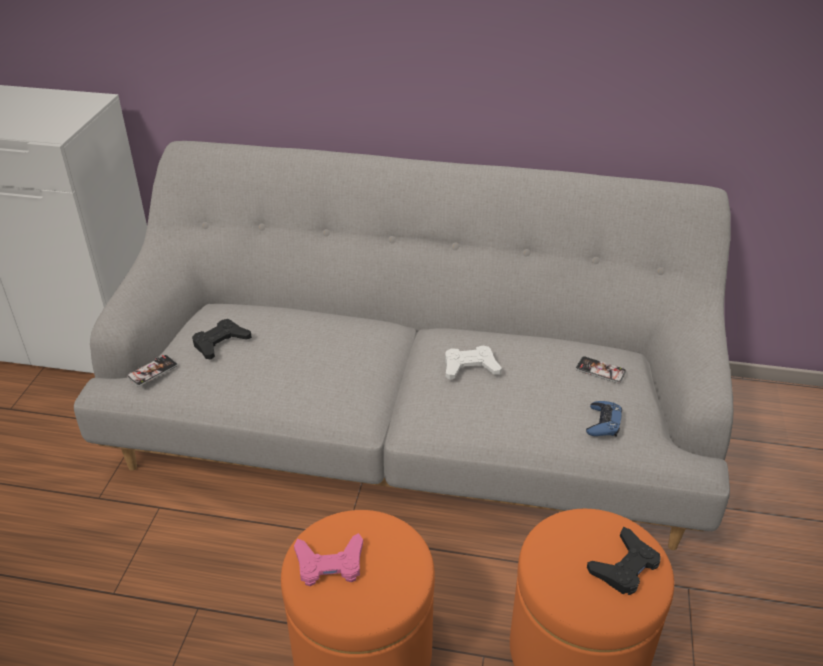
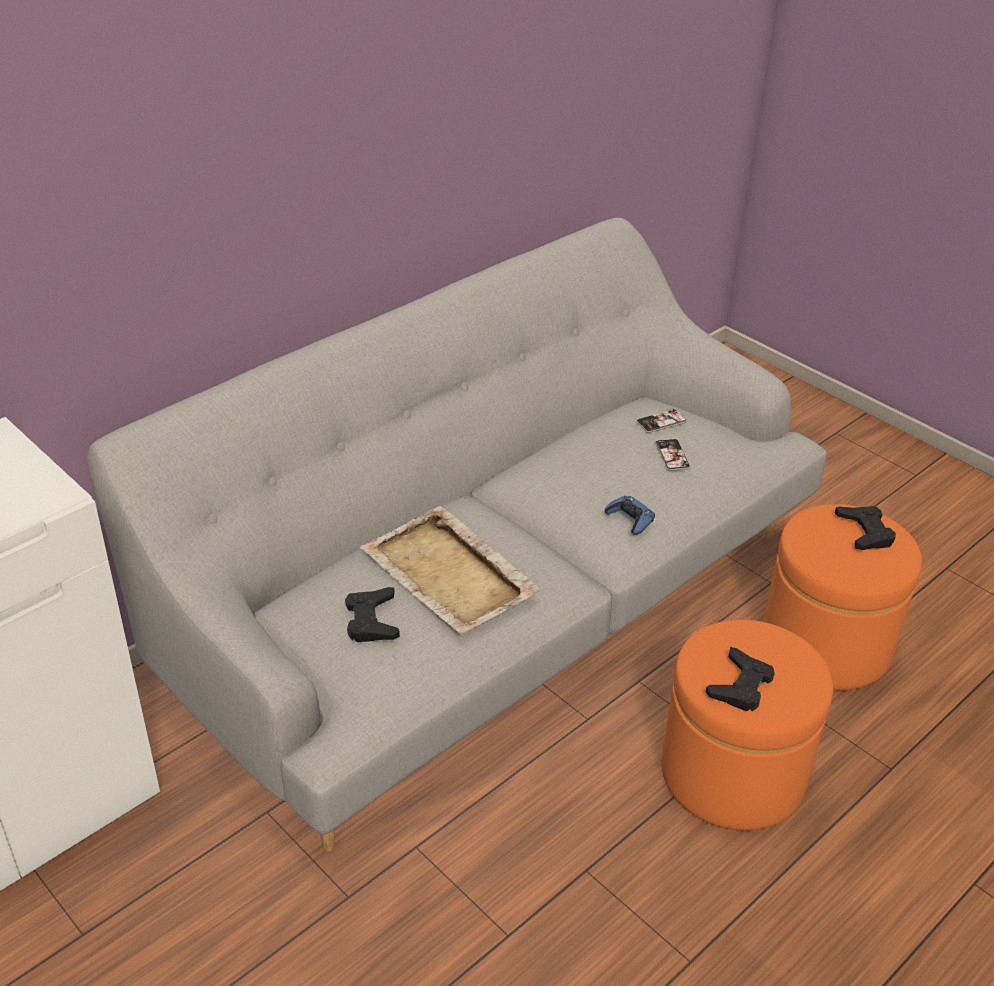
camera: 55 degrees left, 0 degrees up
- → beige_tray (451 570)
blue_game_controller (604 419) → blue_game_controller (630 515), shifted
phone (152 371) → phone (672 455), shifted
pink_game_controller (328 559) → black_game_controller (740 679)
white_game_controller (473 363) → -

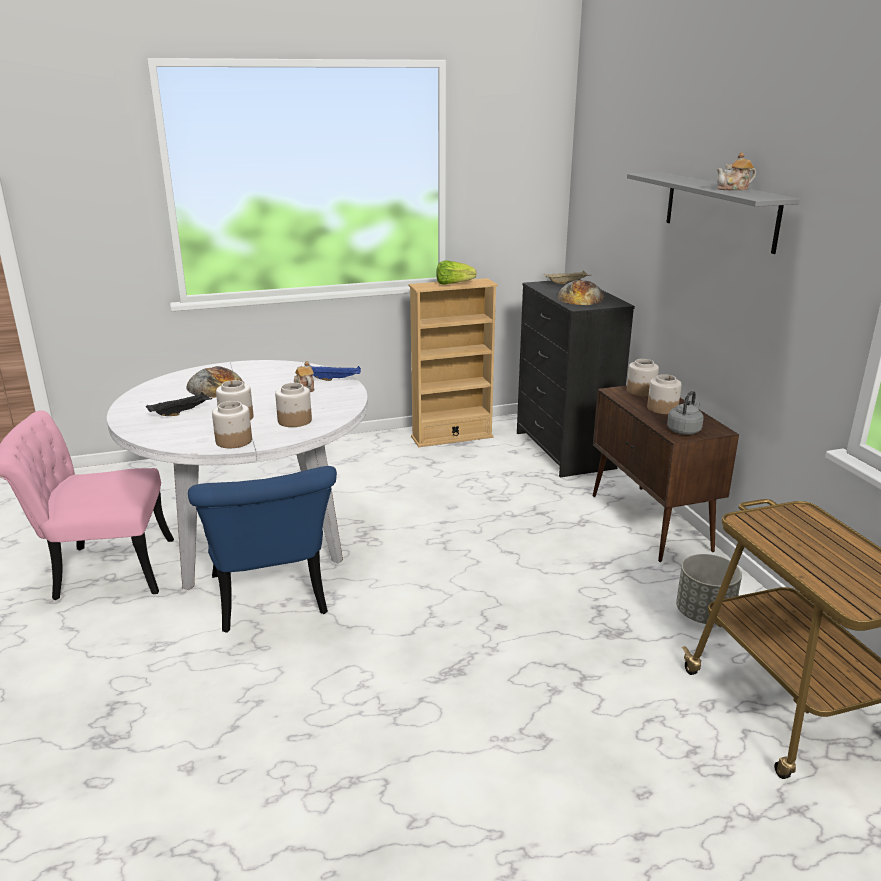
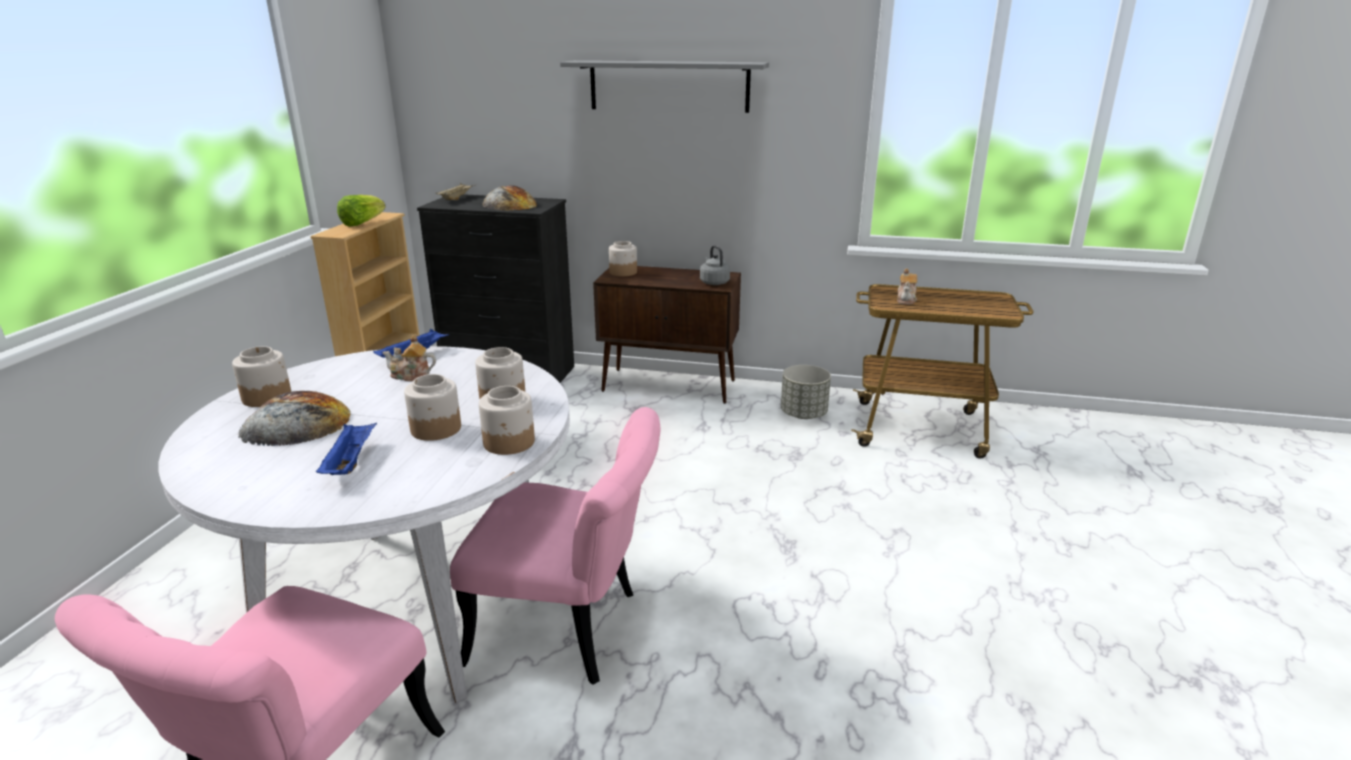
camera: 60 degrees left, 0 degrees up
jar (664 394) → jar (261 376), shifted
black_tray (179 404) → blue_tray (346 449)
blue_chair (262 549) → pink_chair (555 546)
teapot (736 171) → teapot (907 287), shifted

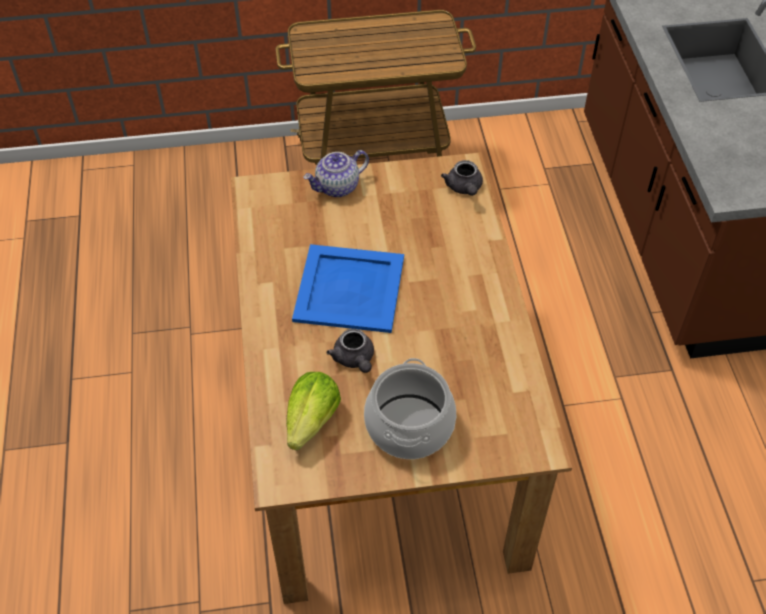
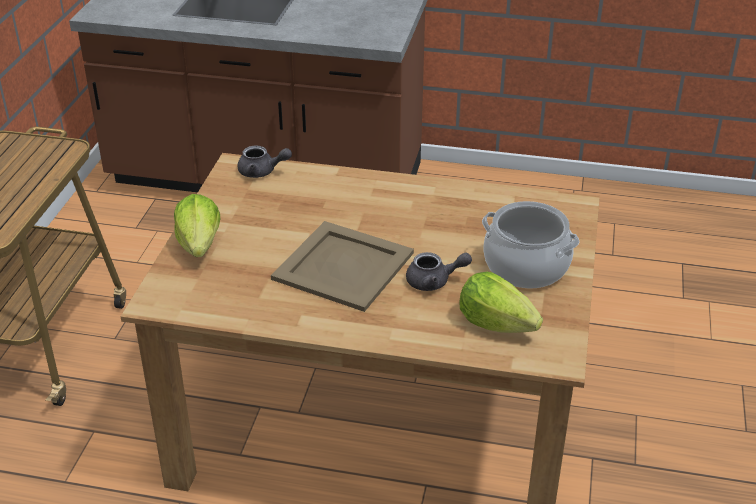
camera: 70 degrees left, 15 degrees down
teapot (336 173) → lettuce (197 225)
blue_tray (348 288) → beige_tray (342 266)

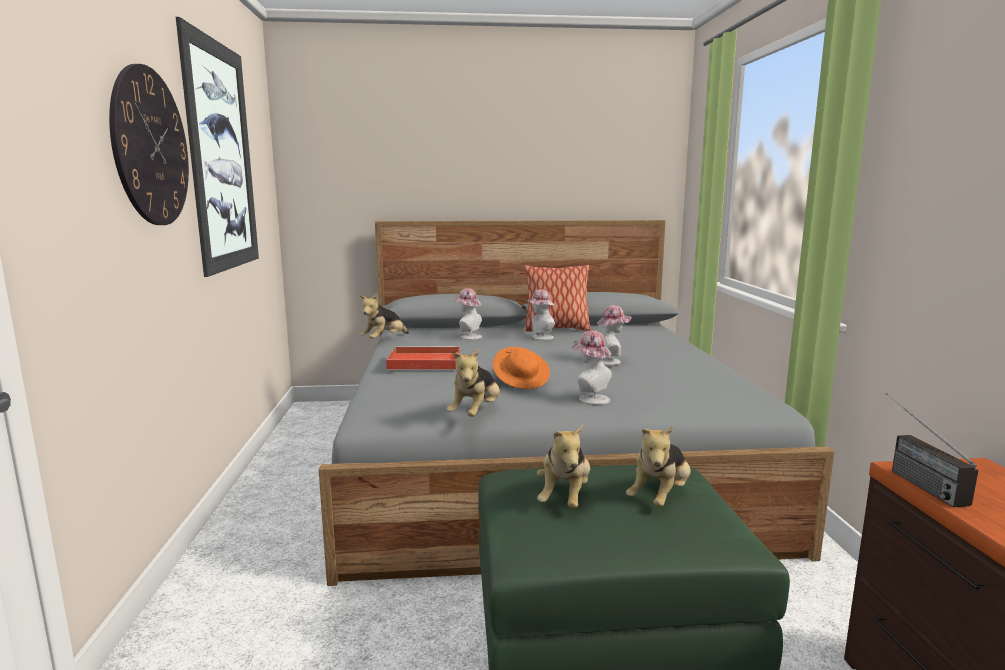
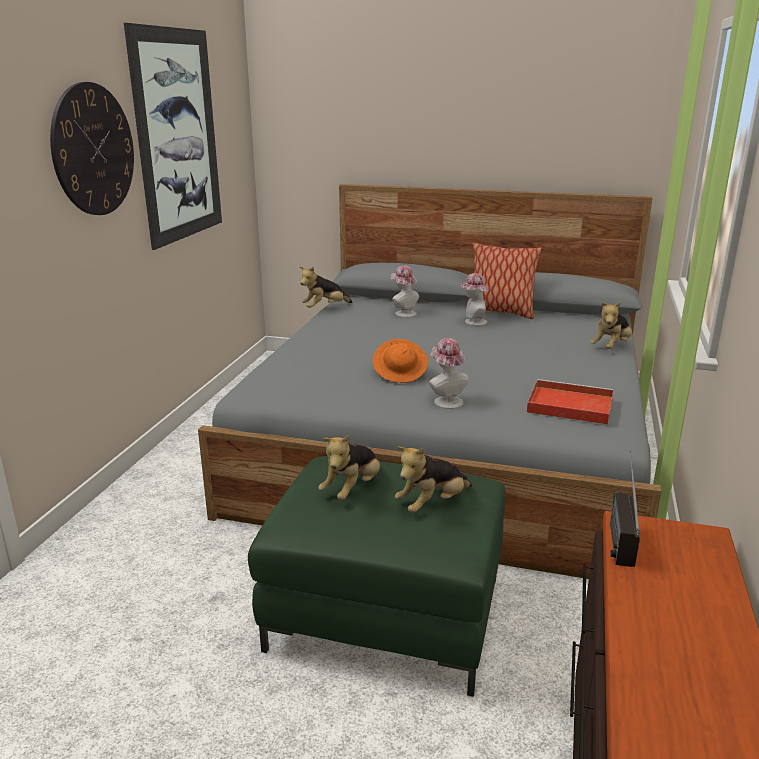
camera: 20 degrees right, 10 degrees up
red_tray (423 358) → red_tray (570 402), shifted
plush_toy (473 383) → plush_toy (611 325), shifted
hat (614 335) → -

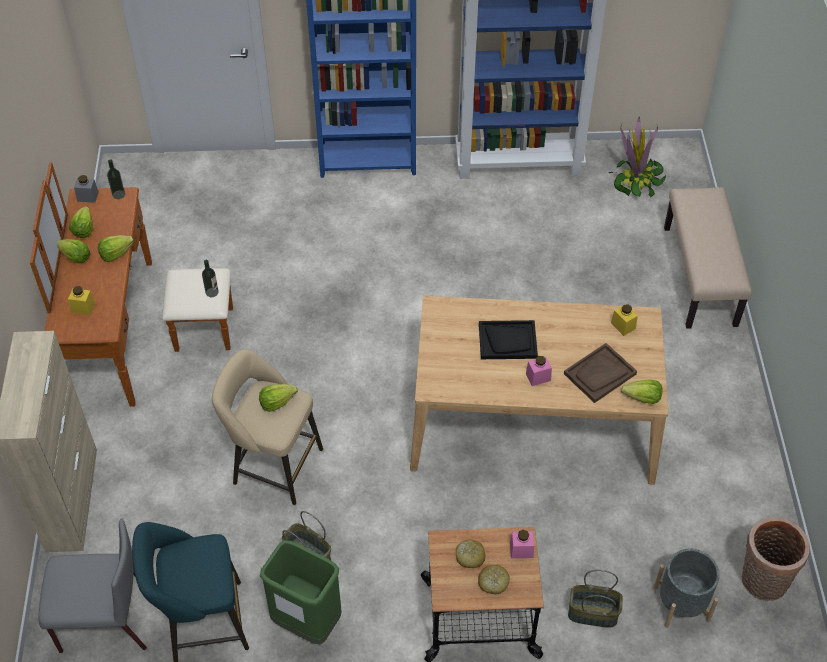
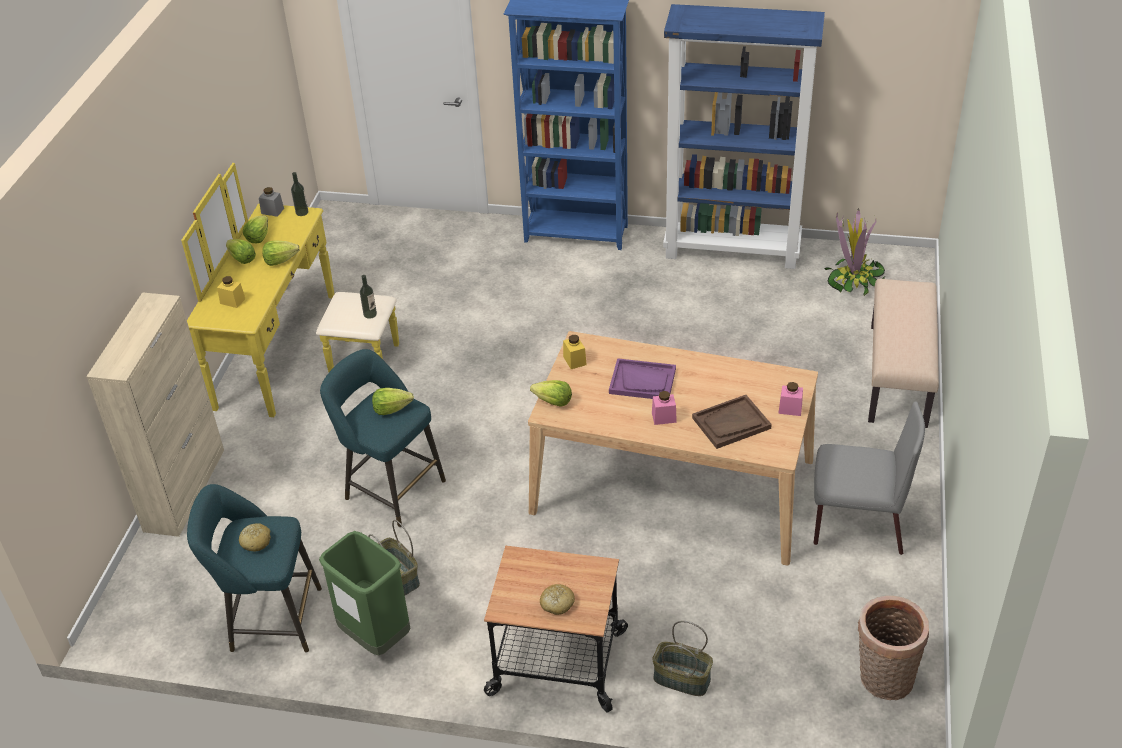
camera: 15 degrees right, 10 degrees down
brown_dresser (131 284) → yellow_dresser (290 290)
bread (470 554) → bread (255 537), shifted
beige_stool (267 427) → turquoise_stool (383 438)
lettuce (641 392) → lettuce (551 393), shifted
yellow_jar (624 320) → yellow_jar (575 352), shifted
black_tray (508 339) → purple_tray (642 378)
pink_jar (522 544) → pink_jar (790 399), shifted
grey_chair (92 585) → grey_chair (869 478), shifted
grey_planter (687 588) → -

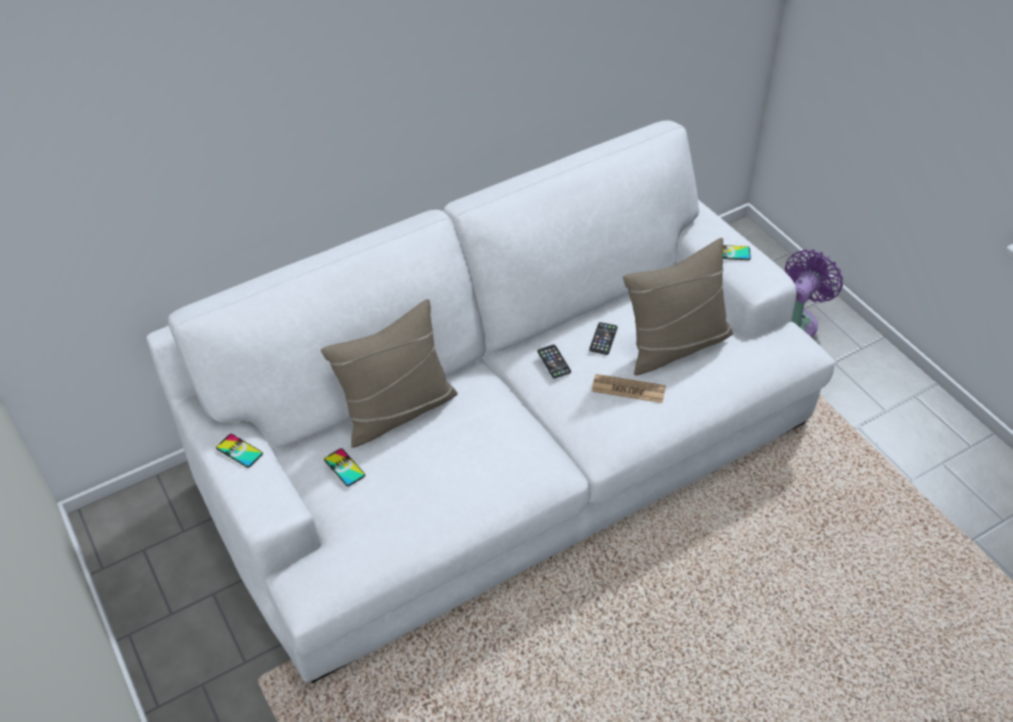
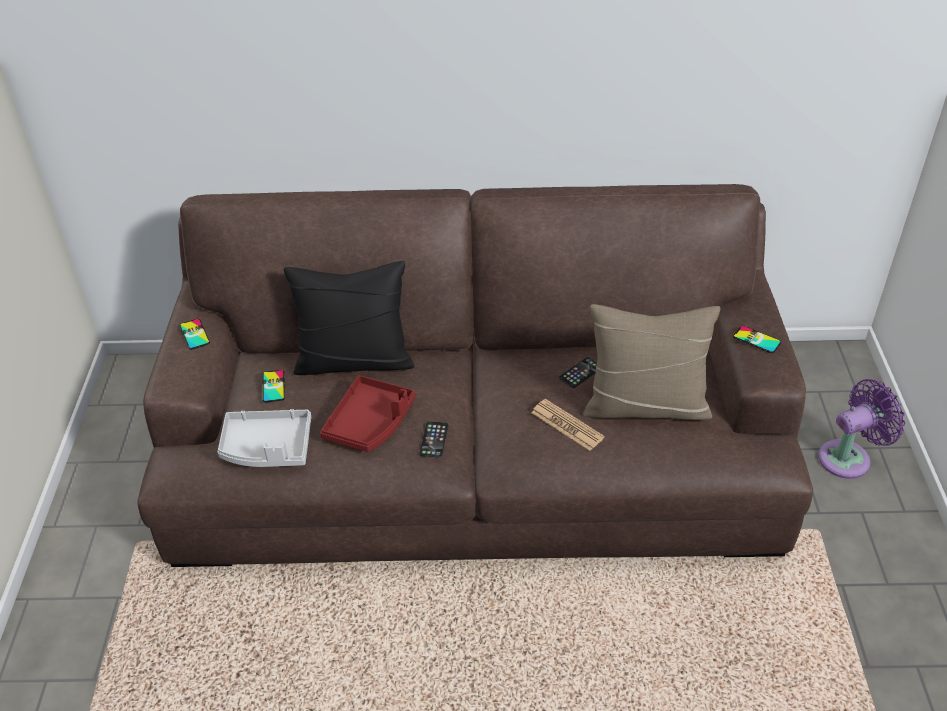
camera: 30 degrees right, 5 degrees down
white_sofa (490 402) → brown_sofa (475 375)
- → grey_tray (264 438)
beige_pillow (389 373) → black_pillow (349 318)
- → red_tray (367 413)
phone (554 361) → phone (434 439), shifted

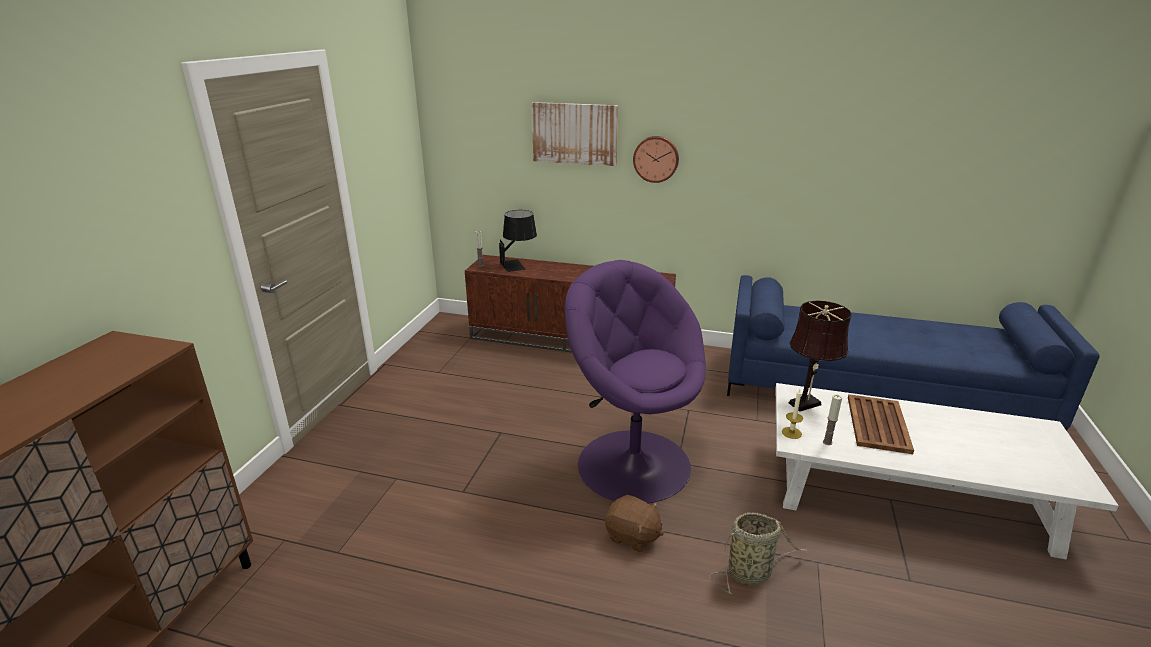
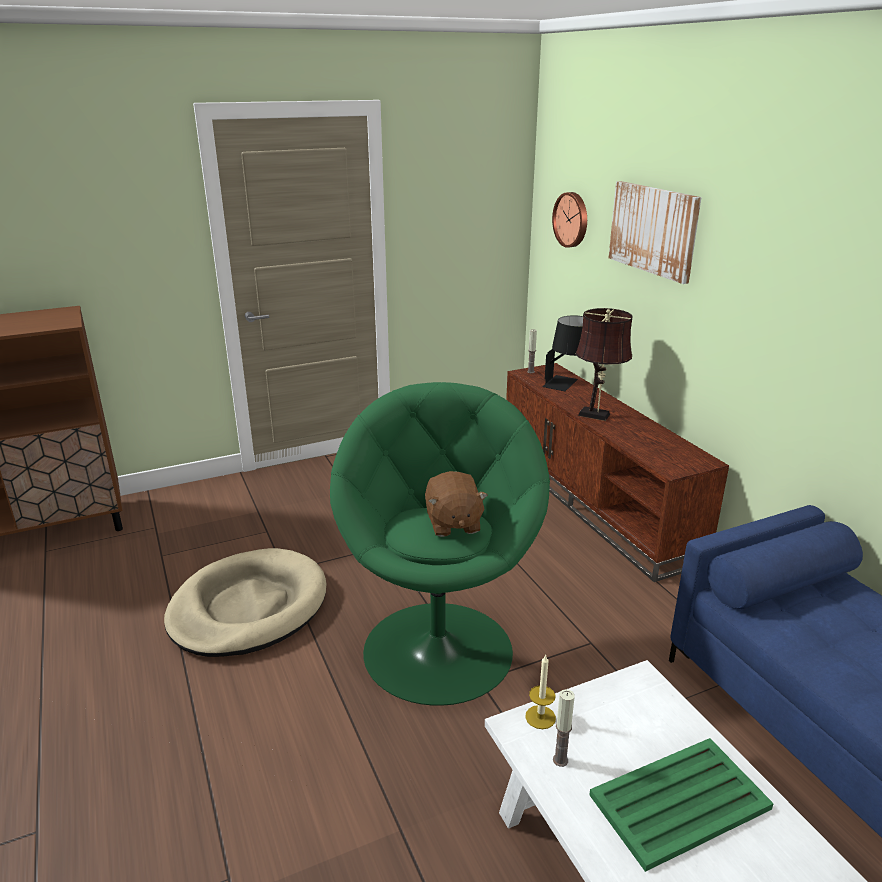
camera: 50 degrees right, 0 degrees up
- → beige_dog_bed (245 602)
purple_armchair (635 381) → green_armchair (440 544)
brown_plush_toy (634 523) → brown_plush_toy (456 504), shifted
wall_clock (656 159) → wall_clock (569 220), shifted
brown_table_lamp (820 356) → brown_table_lamp (604 364), shifted
brown_tray (881 424) → green_tray (681 805)
basket (758 553) → -

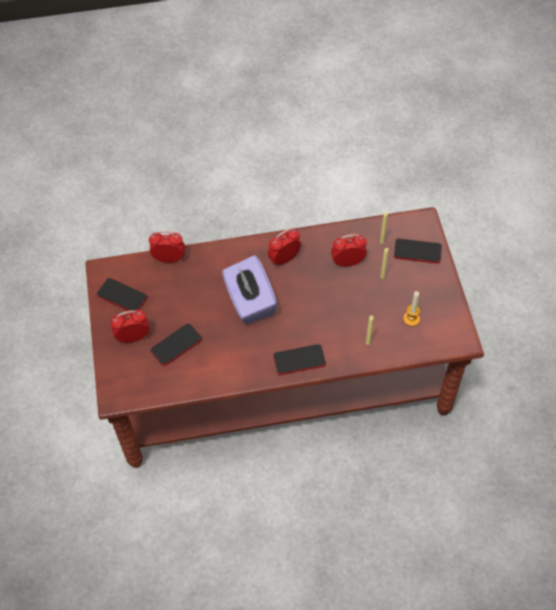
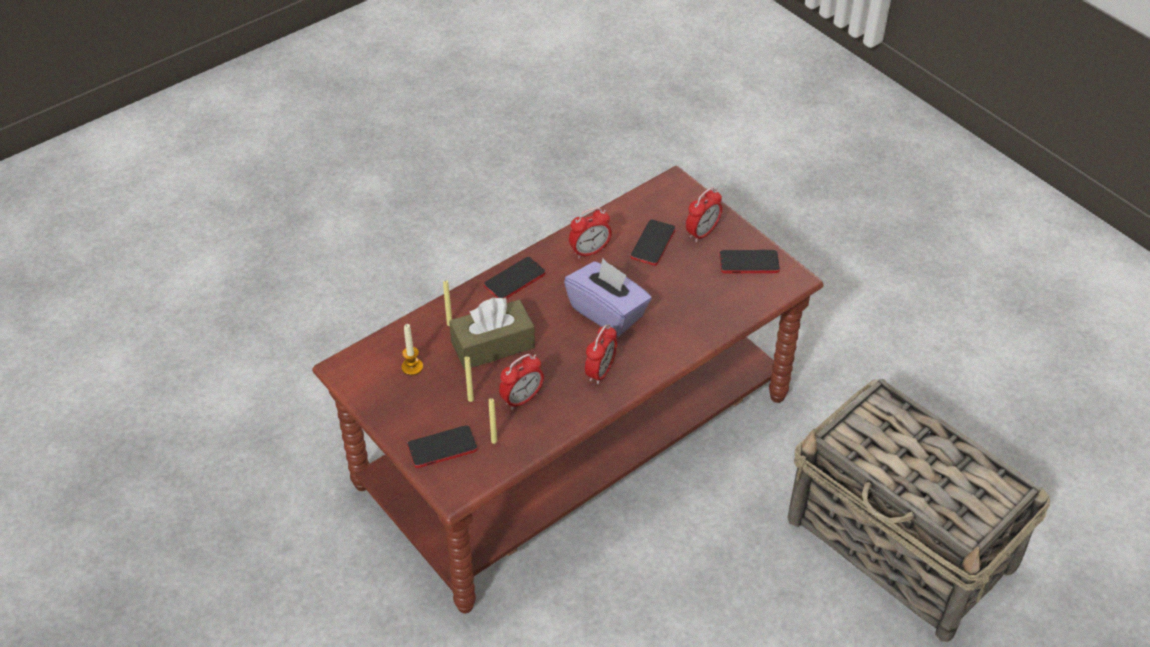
camera: 150 degrees right, 10 degrees down
- → brown_tissue_box (492 333)
alarm_clock (167 247) → alarm_clock (590 233), shifted
- → basket (918 510)

